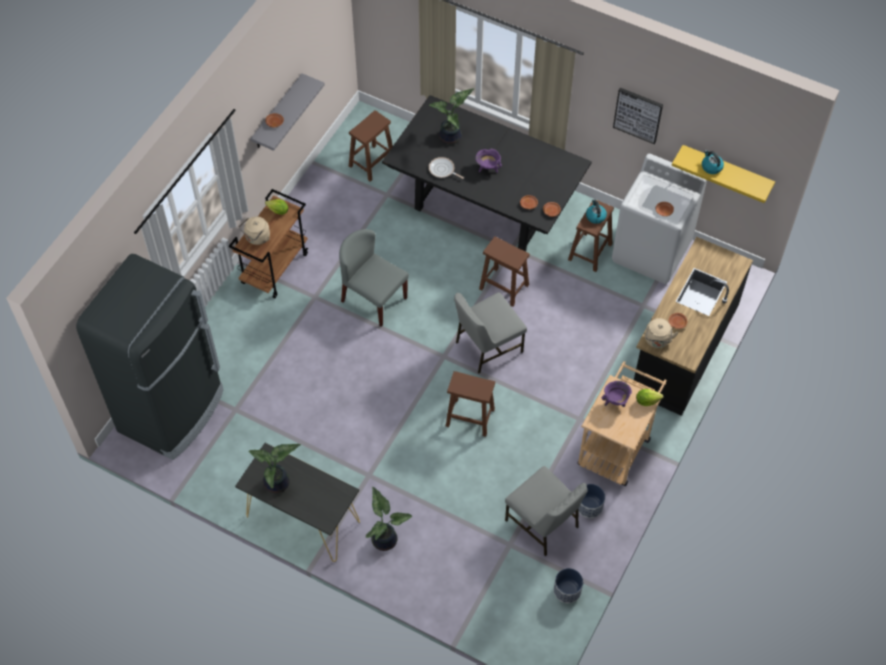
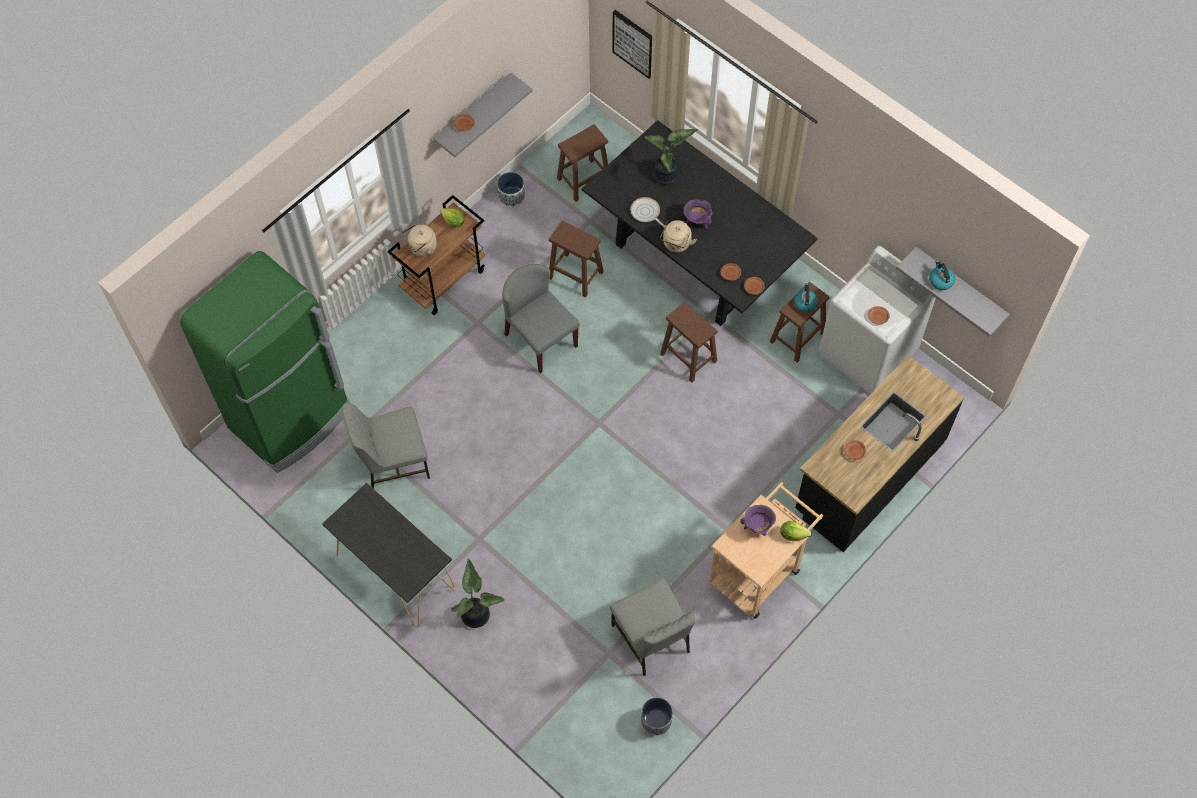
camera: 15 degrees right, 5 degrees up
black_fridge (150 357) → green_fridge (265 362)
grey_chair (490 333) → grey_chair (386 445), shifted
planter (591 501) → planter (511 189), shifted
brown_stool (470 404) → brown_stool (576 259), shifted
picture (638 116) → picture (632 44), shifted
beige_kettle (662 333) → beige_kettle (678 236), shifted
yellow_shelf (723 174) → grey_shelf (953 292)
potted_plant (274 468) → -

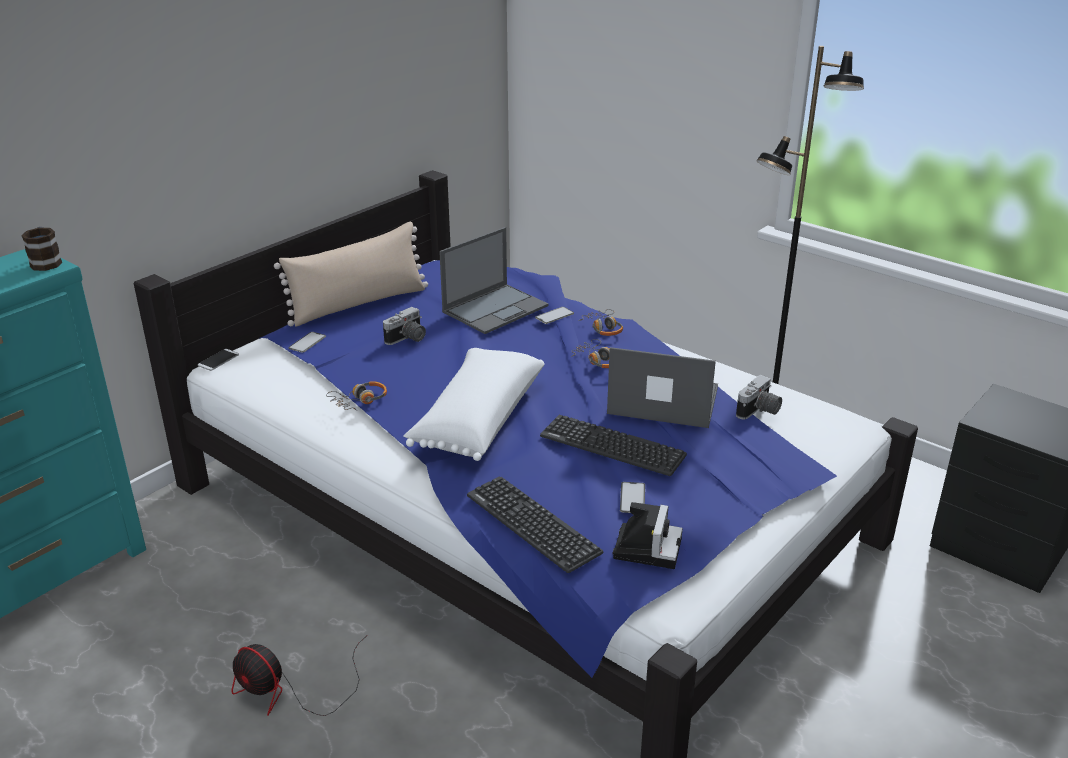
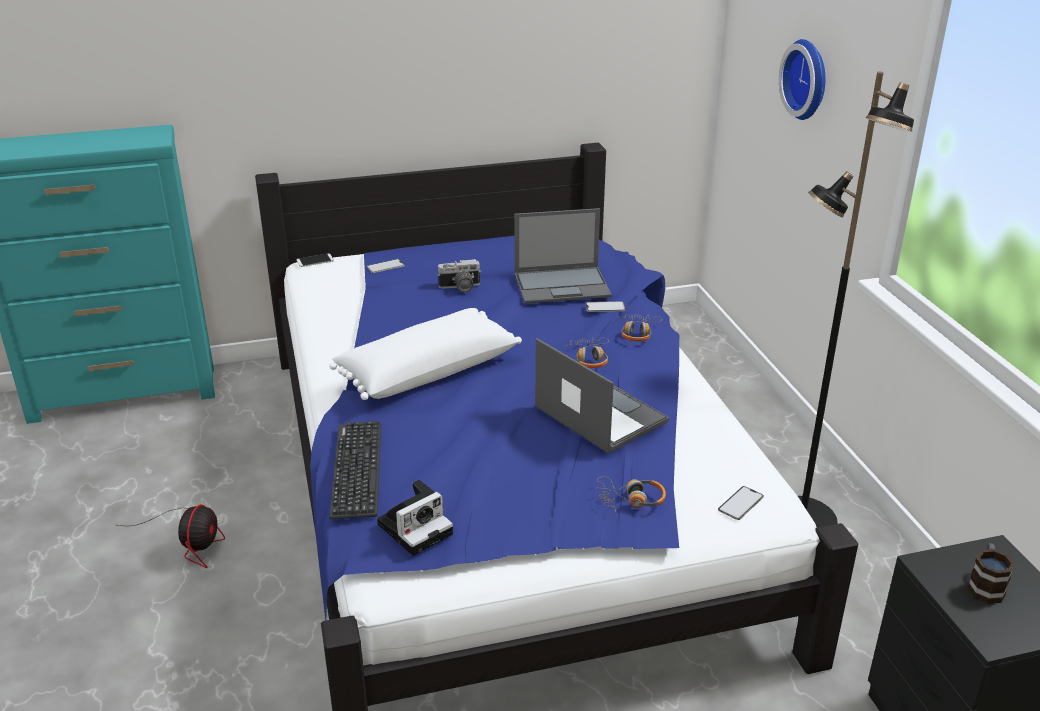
camera: 35 degrees right, 0 degrees up
fan (297 677) → fan (171 536), 150 degrees counterclockwise
headphones (356 396) → headphones (631 494), shifted
phone (632 497) → phone (741 503), shifted
- → wall_clock (802 79)
mug (41 249) → mug (991 573), shifted
beige_pillow (351 274) → -
keyboard (613 445) → -
photo_camera (759 397) → -

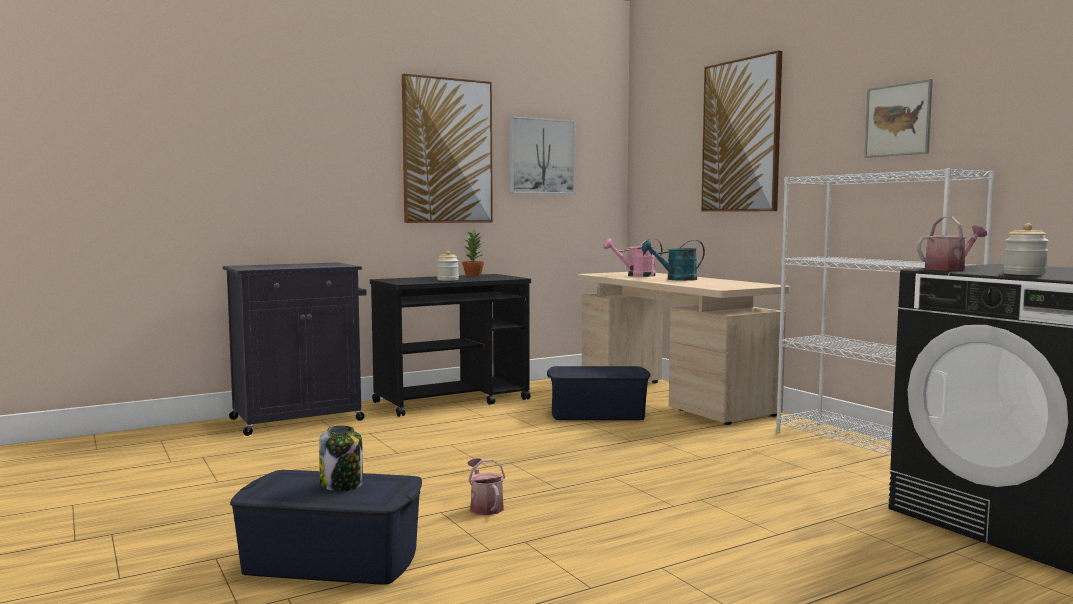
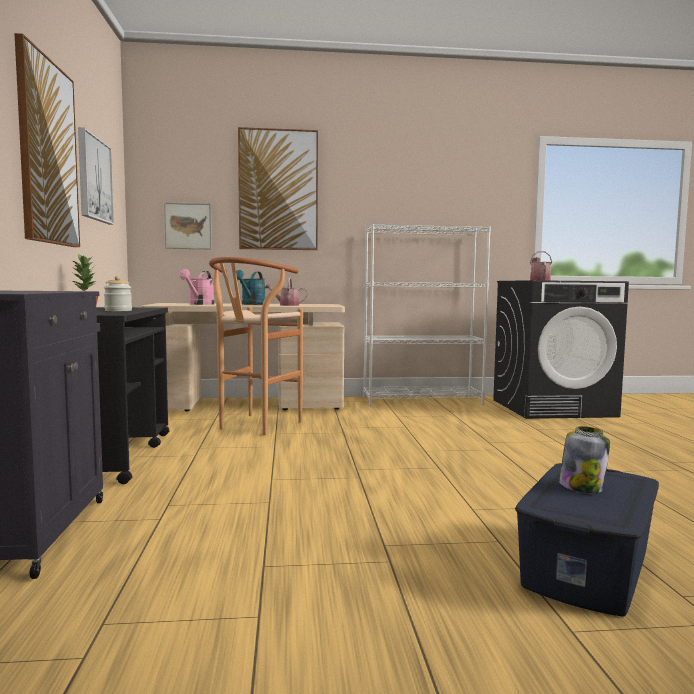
camera: 65 degrees left, 0 degrees up
picture (898 118) → picture (188 225), shifted
blue_storage_box (599 393) → brown_stool (256 346)
watering_can (486 486) → watering_can (286 292), shifted
jar (1026 249) → -

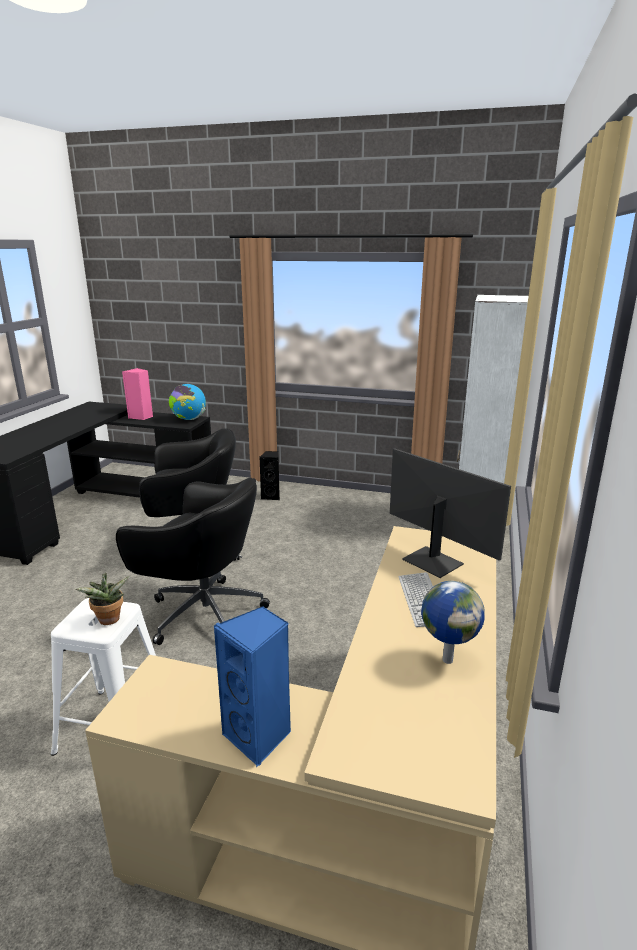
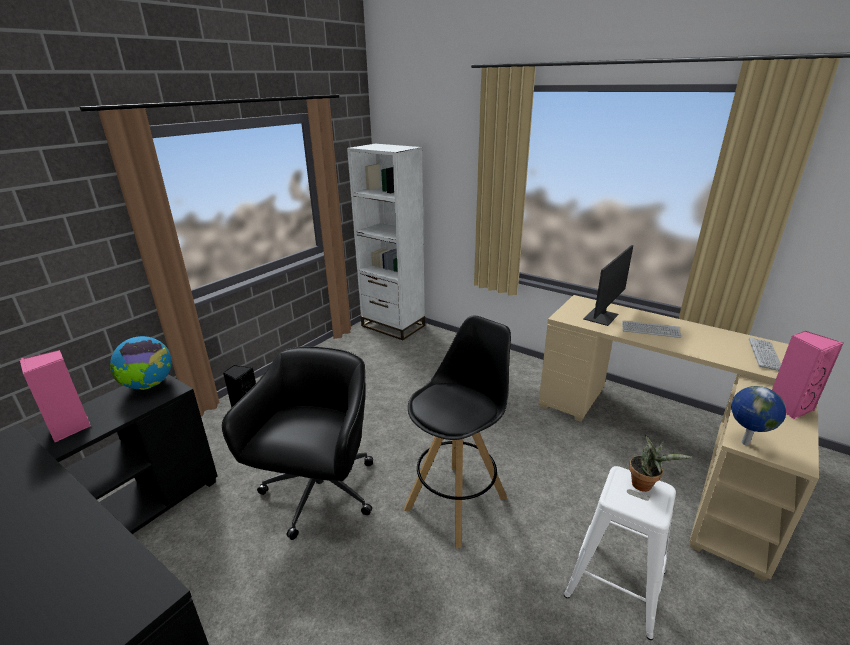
camera: 70 degrees left, 5 degrees up
black_office_chair (193 561) → black_stool (457 432)
monitor (450 513) → monitor (608 285), 150 degrees clockwise
globe (453 622) → globe (758 415), shifted
- → keyboard (765 354)
blue_speaker (252 686) → pink_speaker (807 375)

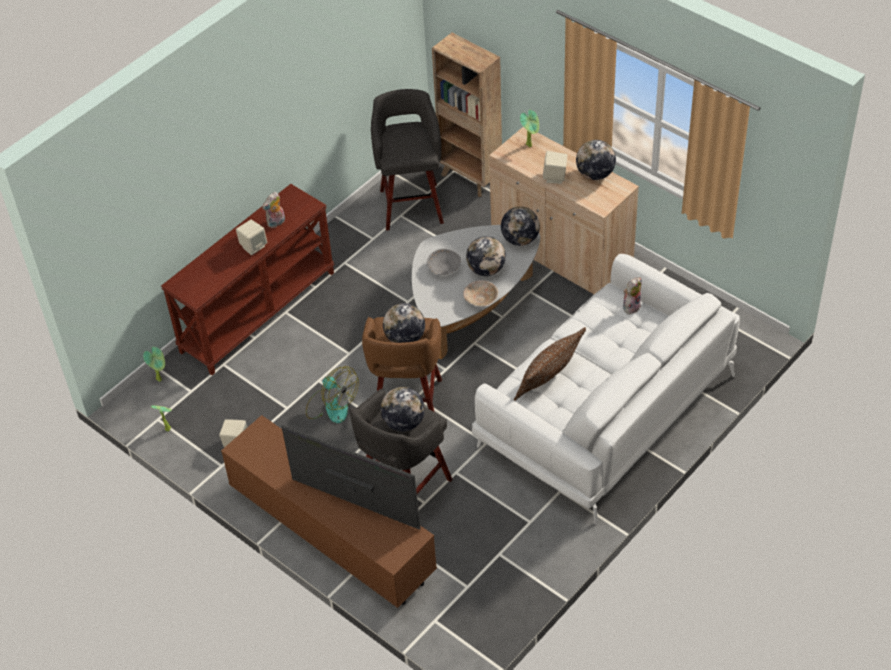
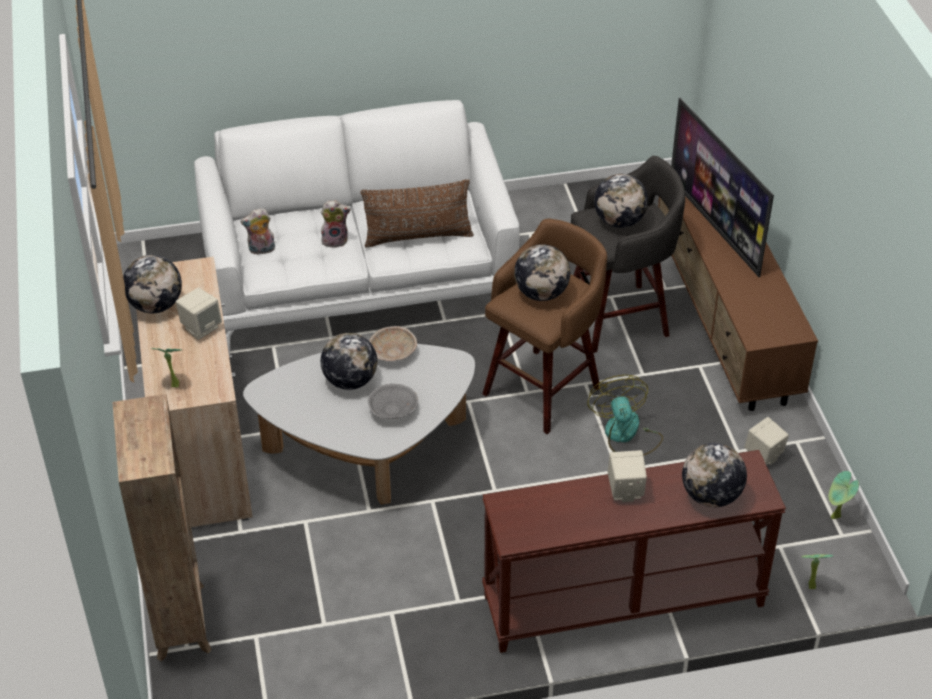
camera: 145 degrees left, 5 degrees down
plush_toy (273 210) → plush_toy (336 224), shifted
globe (520 226) → globe (714 475), shifted
grey_stool (407 160) → -

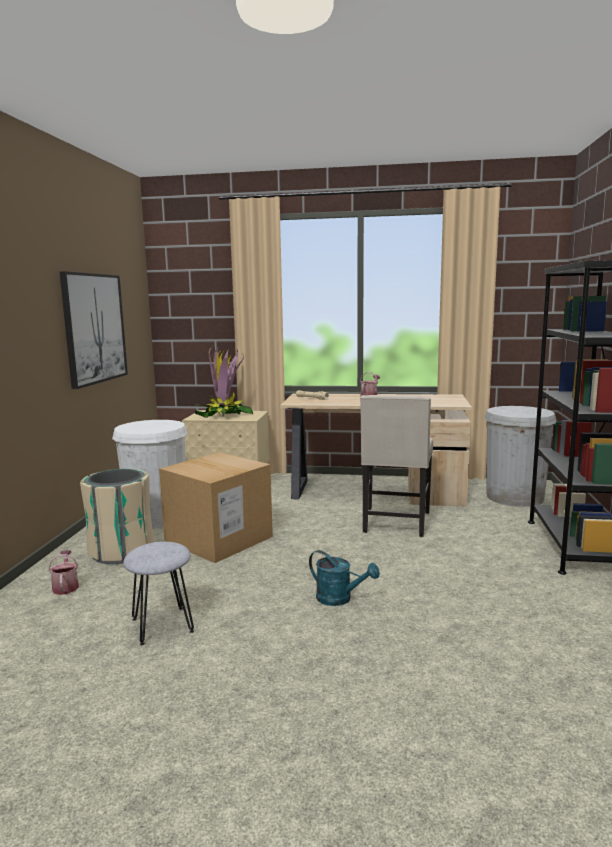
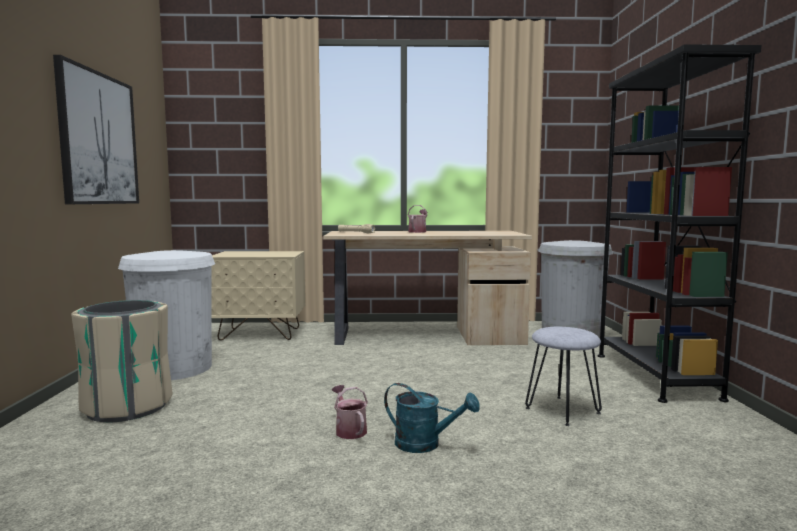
camera: 10 degrees left, 5 degrees down
watering_can (63 572) → watering_can (350 412), shifted
grey_stool (158 593) → grey_stool (563 376), shifted
cardboard_box (216 507) → -
potted_plant (224 381) → -
beige_chair (396 466) → -

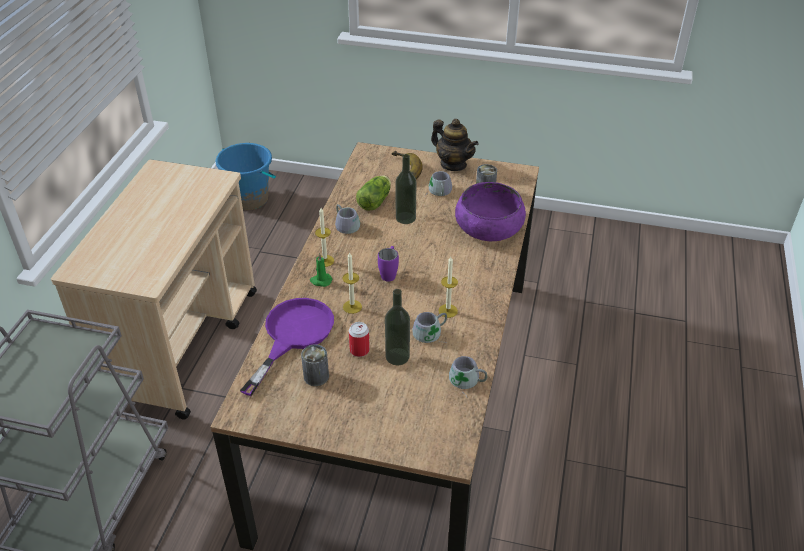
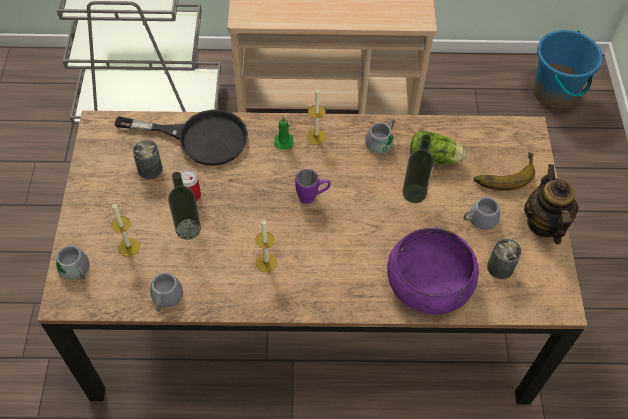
camera: 75 degrees right, 15 degrees up
grey_mug (430 327) → grey_mug (72 264), shifted
candle (352 283) → candle (125 230), shifted
purple_frying_pan (287 347) → black_frying_pan (181 138)
teapot (455 145) → teapot (551 204), 150 degrees clockwise

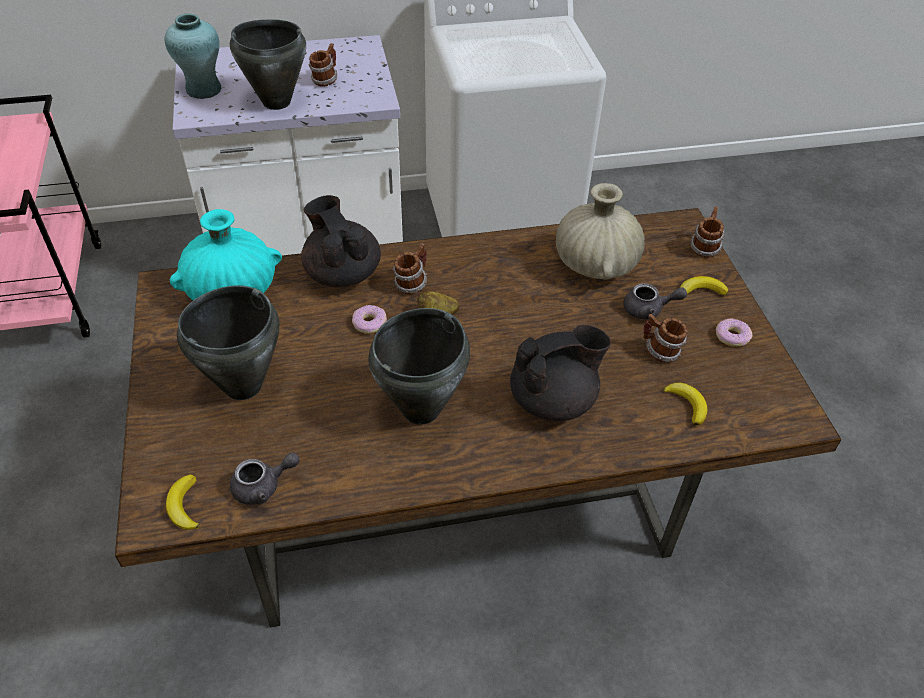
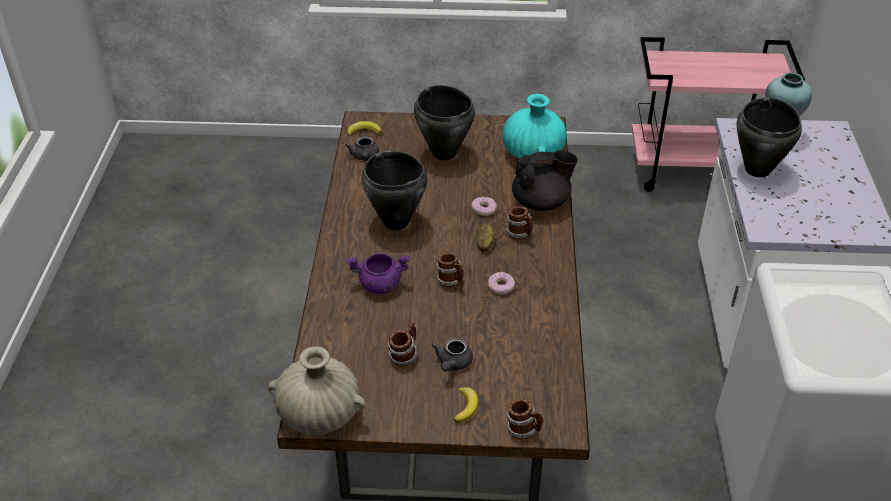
camera: 105 degrees right, 5 degrees down
beige_vase (600 231) → beige_vase (317 390), shifted
black_teapot (560 373) → purple_cooking_pot (378 273)
mug (323 65) → mug (450 269), shifted
donut (734 332) → donut (501 283), shifted
banana (685 404) → -

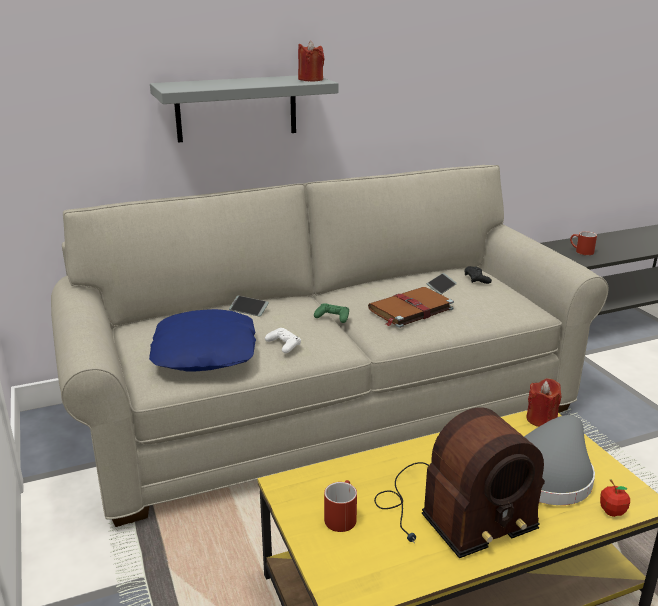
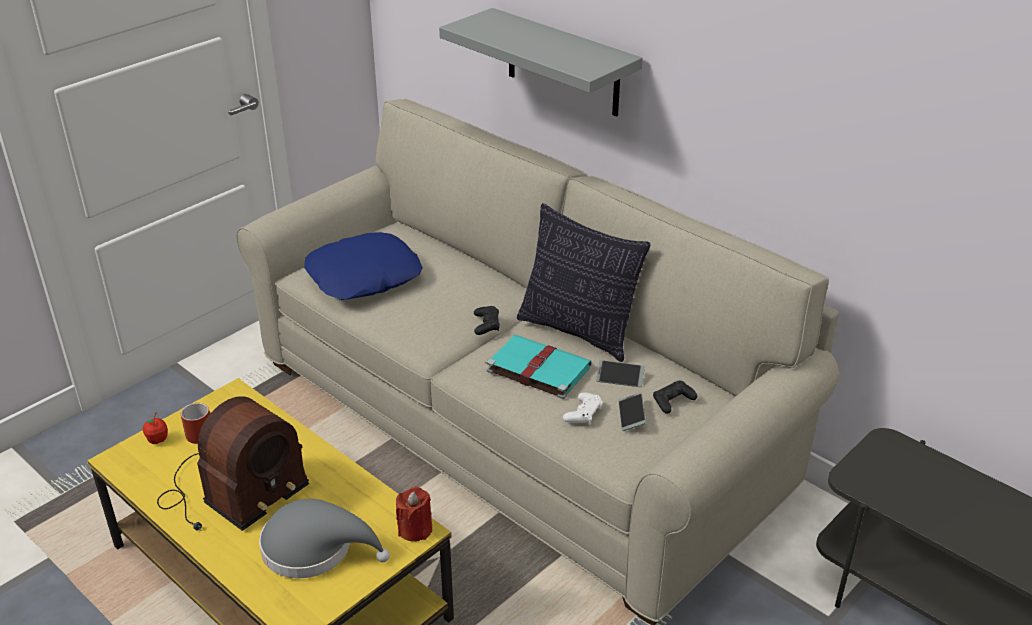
camera: 65 degrees right, 10 degrees up
apple (615 498) → apple (155 428), shifted
radio (459 482) → radio (233 463), 90 degrees counterclockwise
green_game_controller (331 313) → black_game_controller (487 320)
brown_book (411 307) → turquoise_book (539 367)
- → pillow (584 282)
white_game_controller (283 340) → white_game_controller (583 408), shifted
phone (249 306) → phone (632 411), shifted
red_candle (311 61) → -
red_mug (583 243) → -

